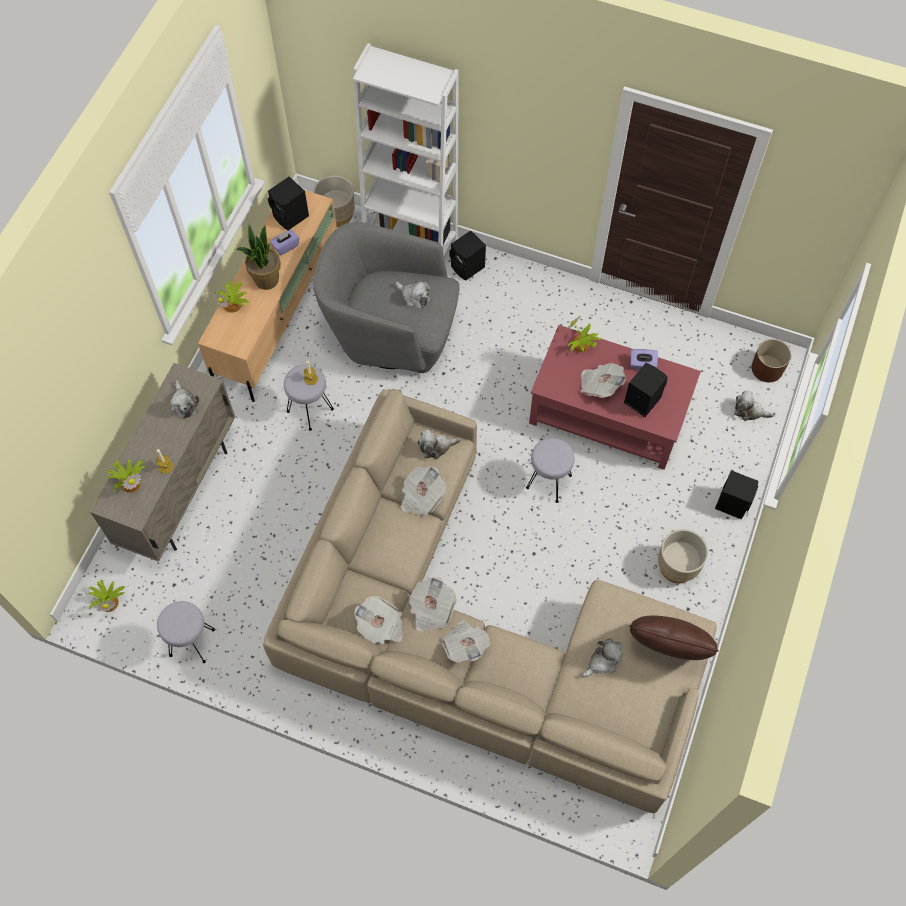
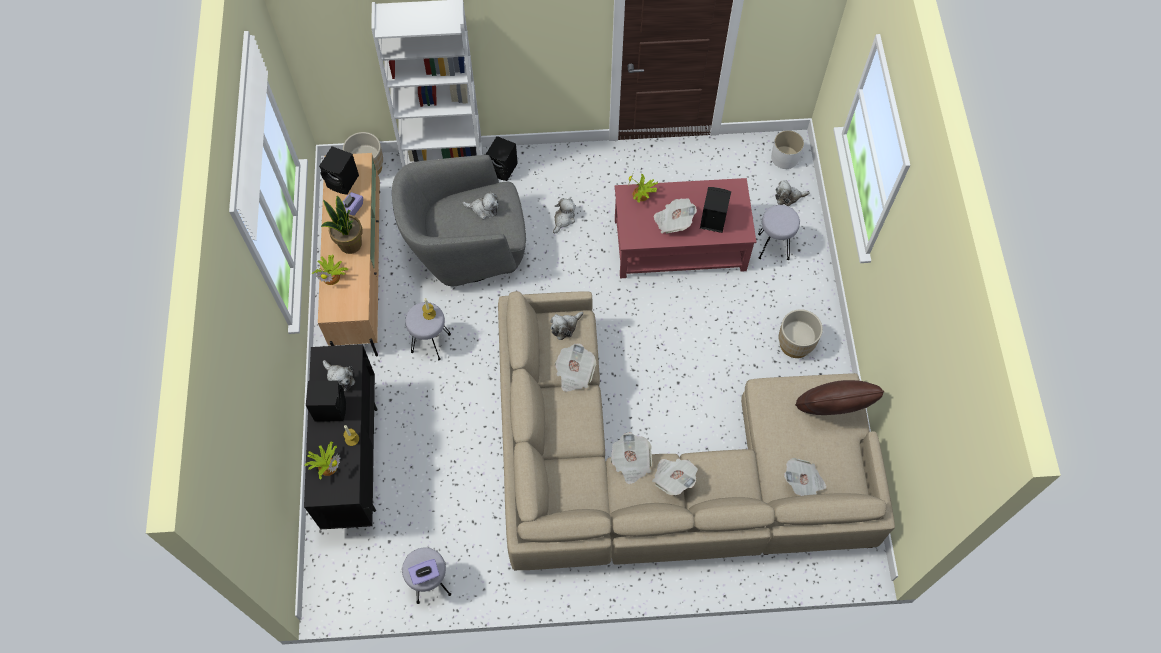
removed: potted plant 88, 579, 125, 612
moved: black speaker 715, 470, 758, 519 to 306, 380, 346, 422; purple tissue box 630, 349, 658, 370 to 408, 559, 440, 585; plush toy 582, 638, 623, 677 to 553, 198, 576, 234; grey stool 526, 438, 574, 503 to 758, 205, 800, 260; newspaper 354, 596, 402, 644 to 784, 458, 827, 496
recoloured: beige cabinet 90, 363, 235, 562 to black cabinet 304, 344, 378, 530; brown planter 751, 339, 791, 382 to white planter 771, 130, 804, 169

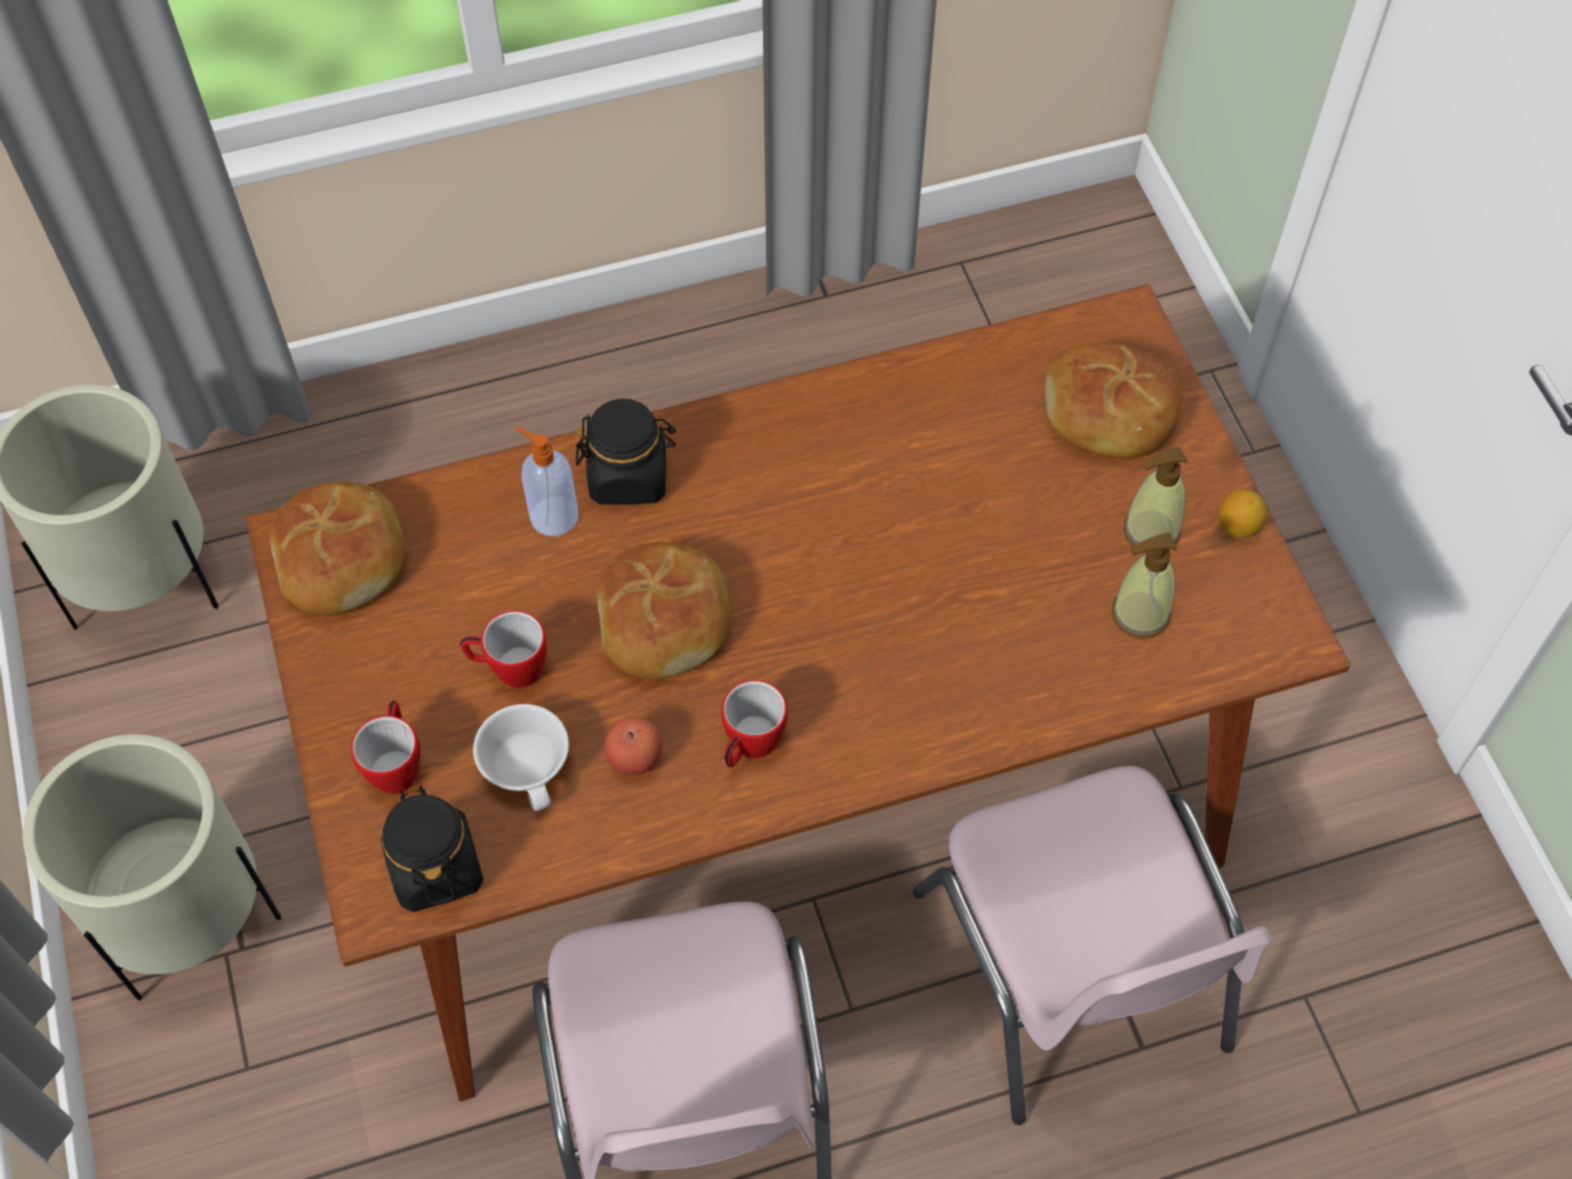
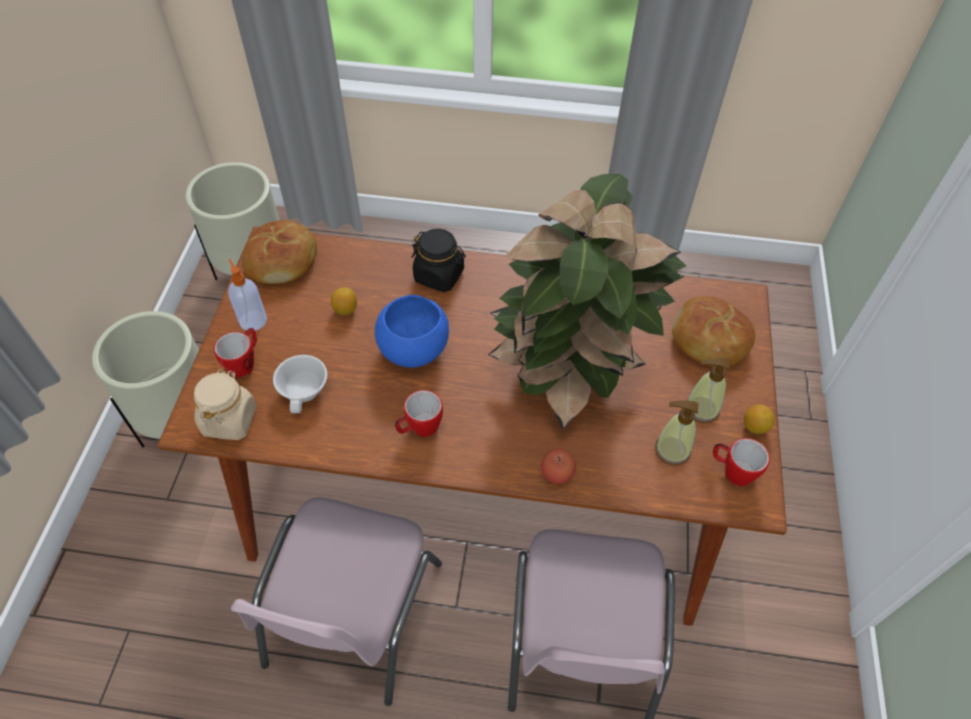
added: lemon 331, 288, 357, 315; potted plant 488, 174, 686, 429
moved: soap dispenser 515, 426, 578, 536 to 228, 259, 267, 331; apple 605, 717, 662, 775 to 541, 448, 576, 484; mug 460, 610, 547, 688 to 713, 438, 770, 486
replaced: bread 597, 542, 731, 679 to blue bowl 375, 295, 449, 368
recoloured: black jar 381, 785, 484, 912 to beige jar 194, 369, 256, 440

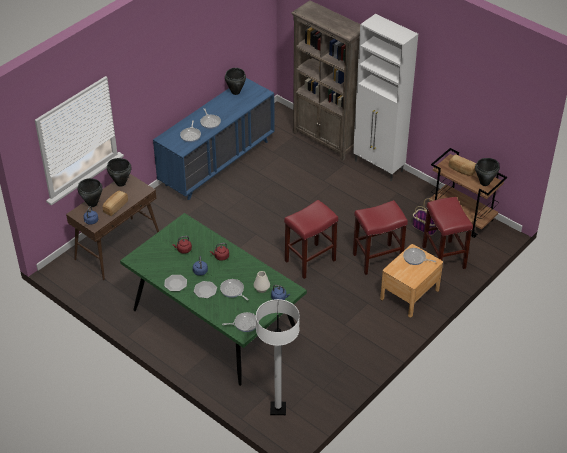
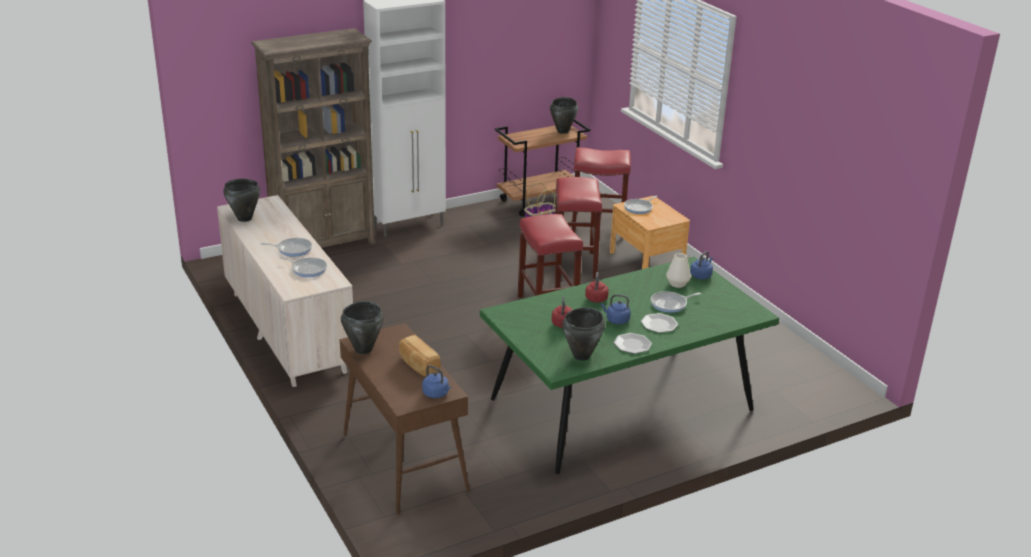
removed: frying pan 222, 312, 259, 332; white floor lamp 256, 299, 300, 415; bread 449, 154, 476, 176
moved: black cooking pot 78, 178, 103, 207 to 562, 307, 605, 361
recoloured: blue dresser 153, 78, 275, 200 to beige dresser 217, 195, 353, 387

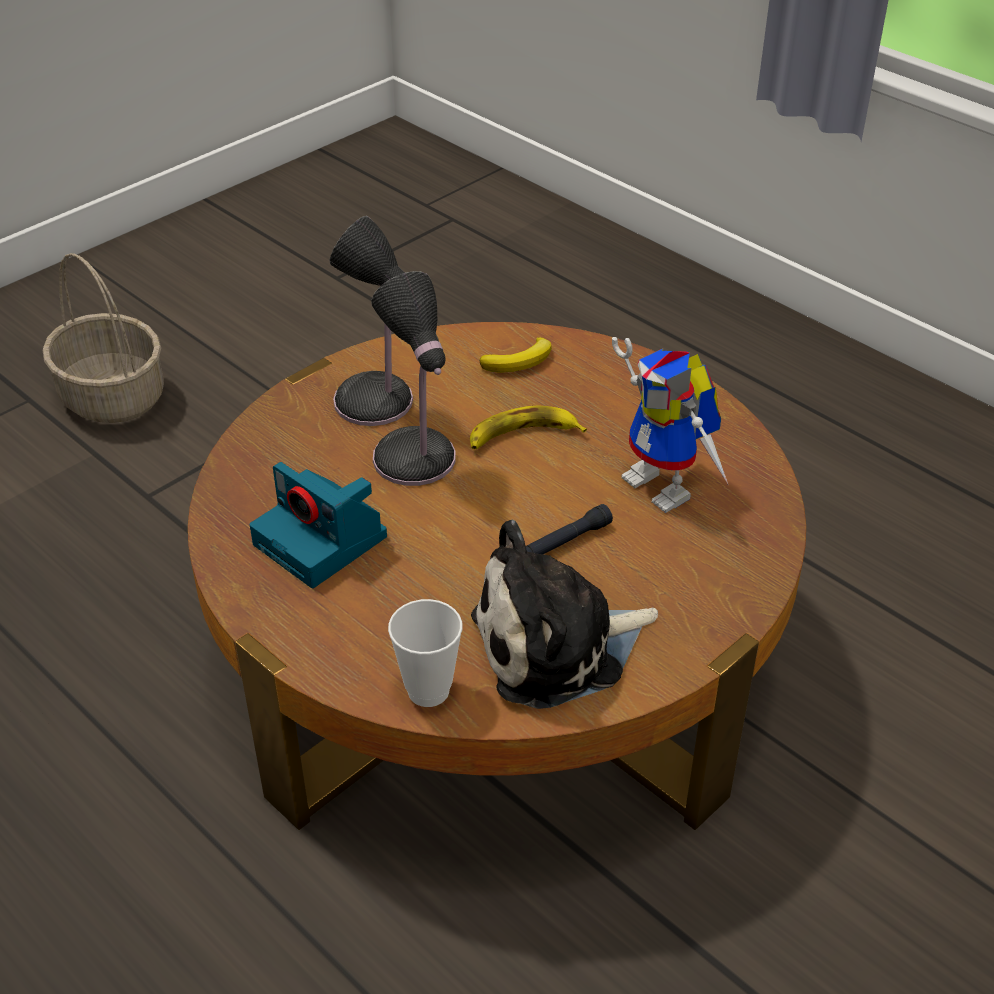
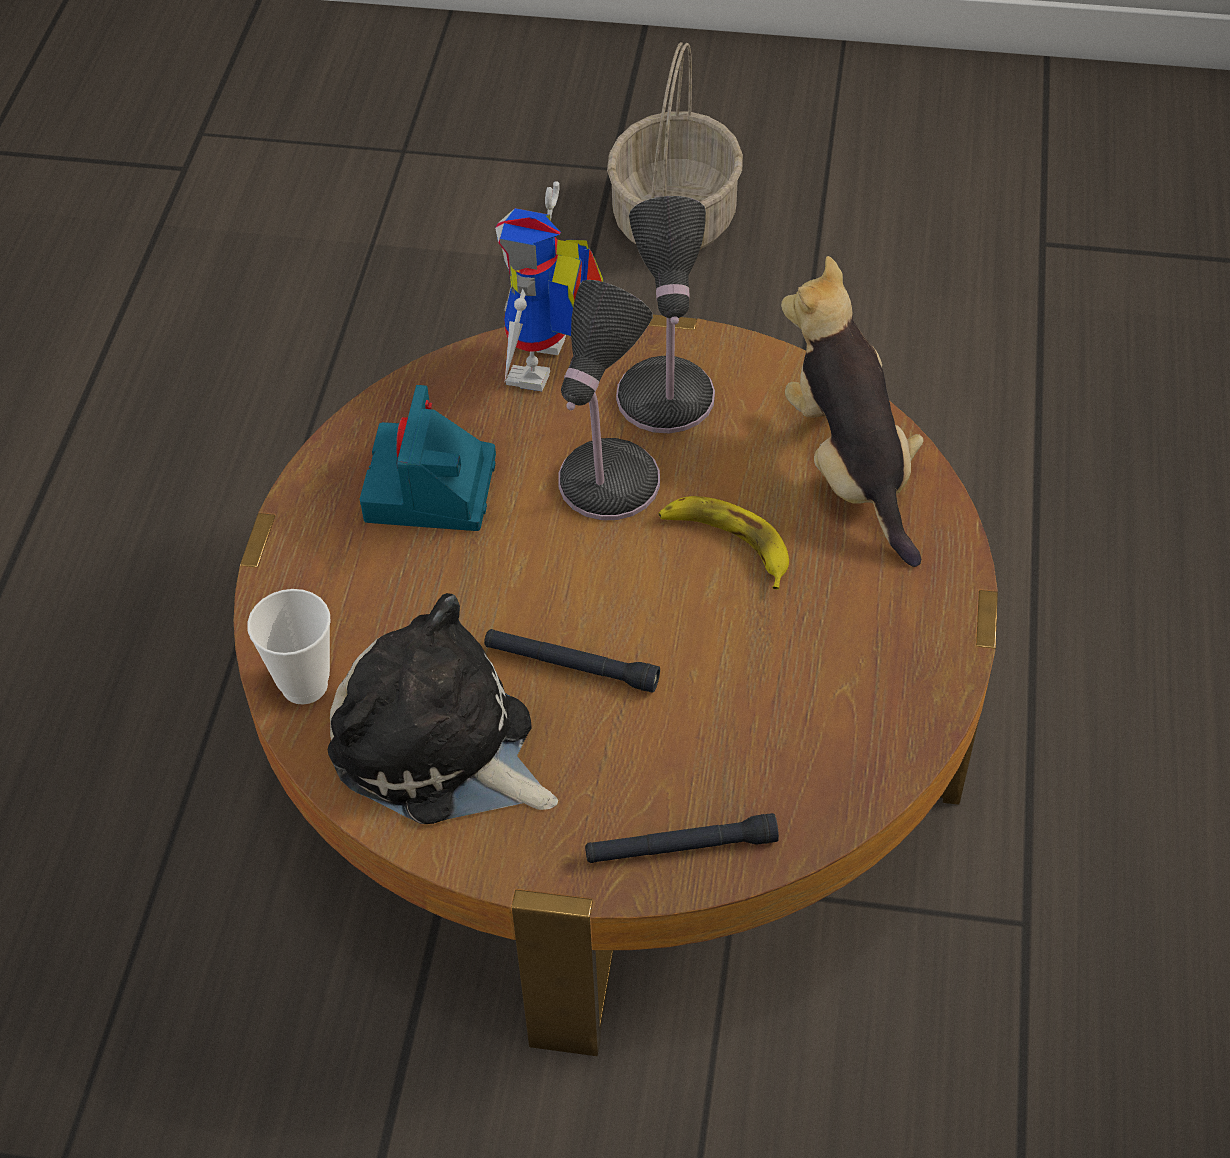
added: black flashlight 585, 813, 779, 863
moved: toy robot 612, 337, 728, 513 to 495, 181, 604, 391
replaced: banana 480, 337, 552, 373 to plush toy 781, 256, 923, 567

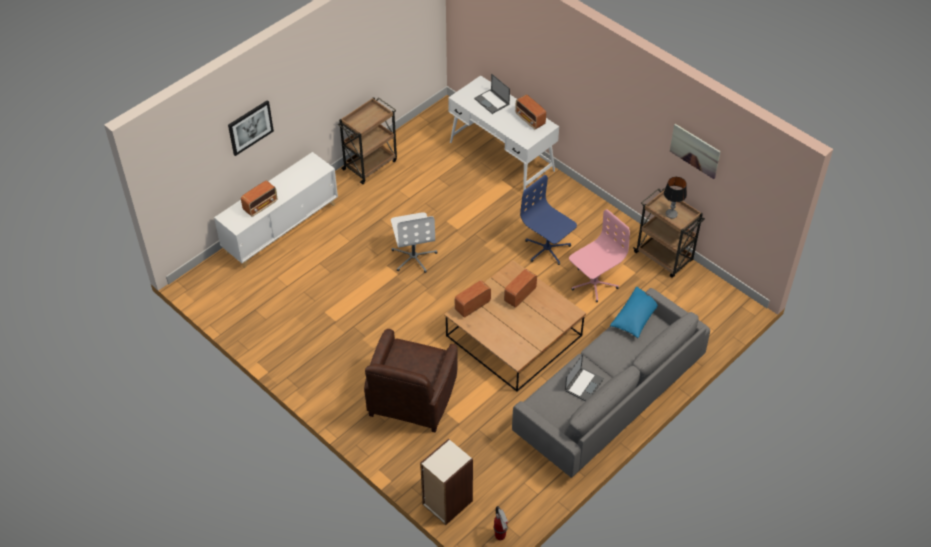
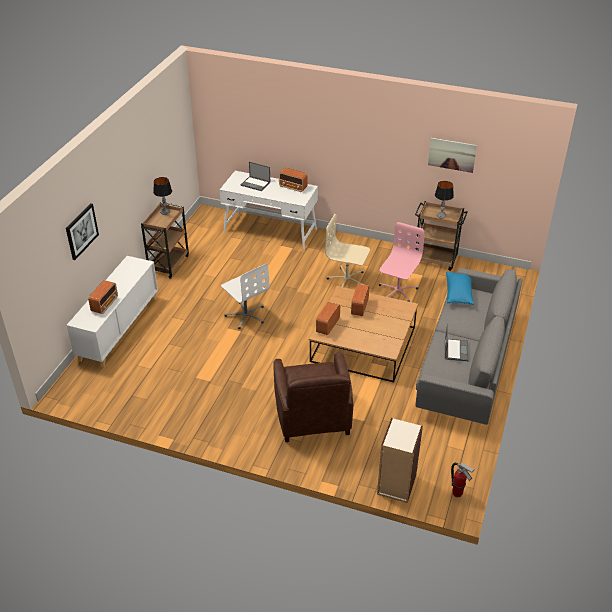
added: table lamp 153, 177, 172, 215
recoloured: blue office chair 520, 175, 577, 265 to beige office chair 325, 214, 370, 287

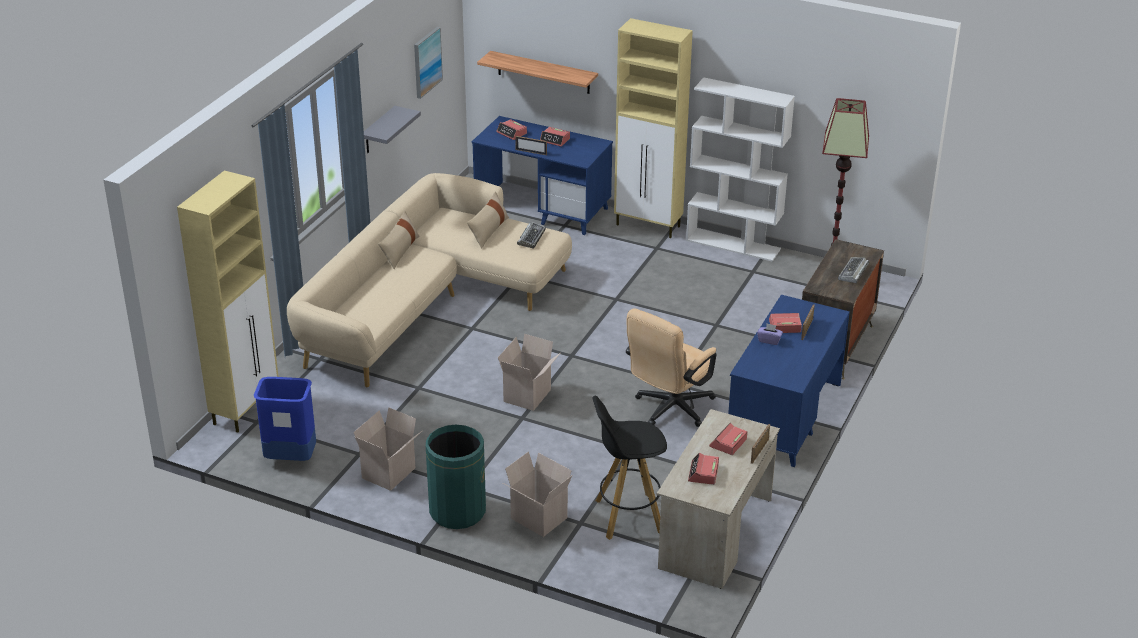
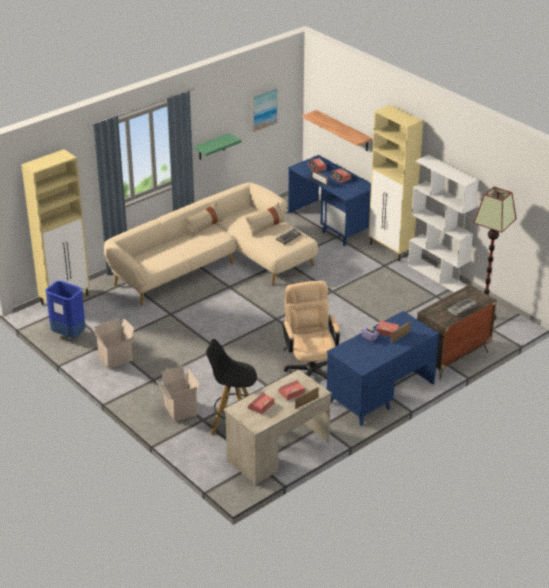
removed: green trash can 426, 425, 486, 529; cardboard box 498, 334, 560, 411
recoloured: grey shelf 364, 106, 421, 153 to green shelf 194, 133, 241, 160
turned: beige office chair 626, 309, 717, 427 = 282, 281, 340, 379 105 degrees clockwise

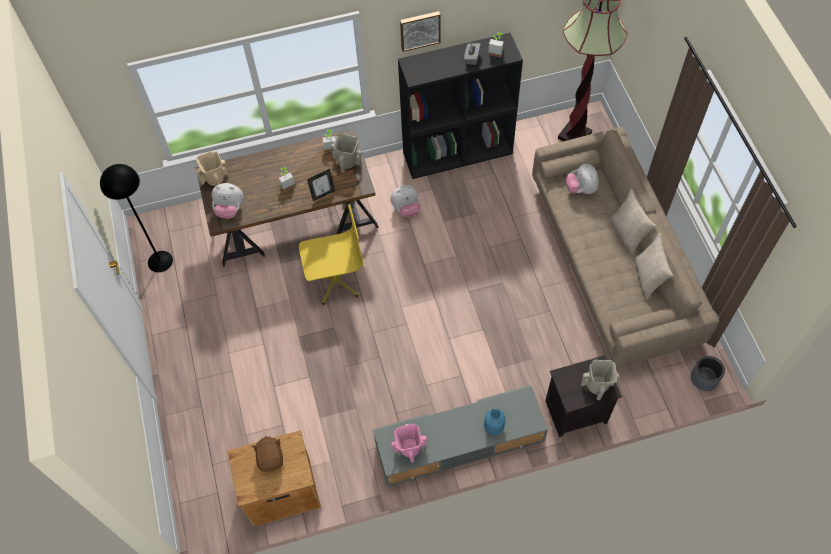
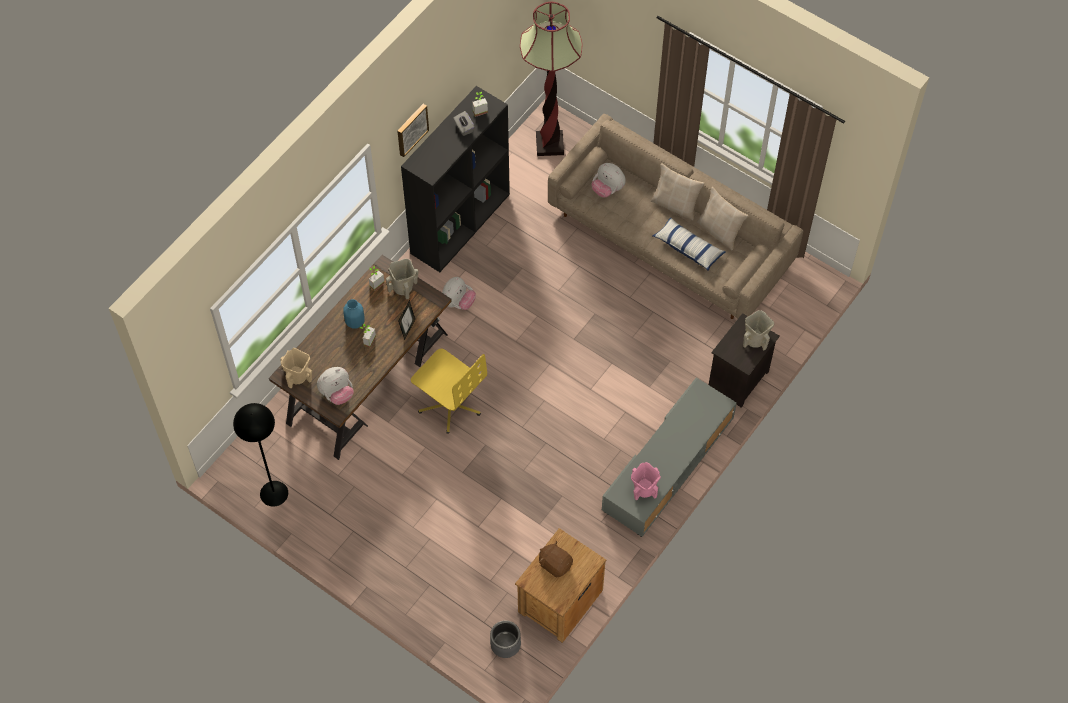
added: pillow 653, 217, 725, 271
moved: blue vase 484, 409, 505, 435 to 343, 299, 365, 329; grey planter 691, 356, 725, 391 to 490, 620, 521, 658
turned: yellow office chair 299, 204, 363, 305 = 411, 349, 487, 434 90 degrees clockwise

